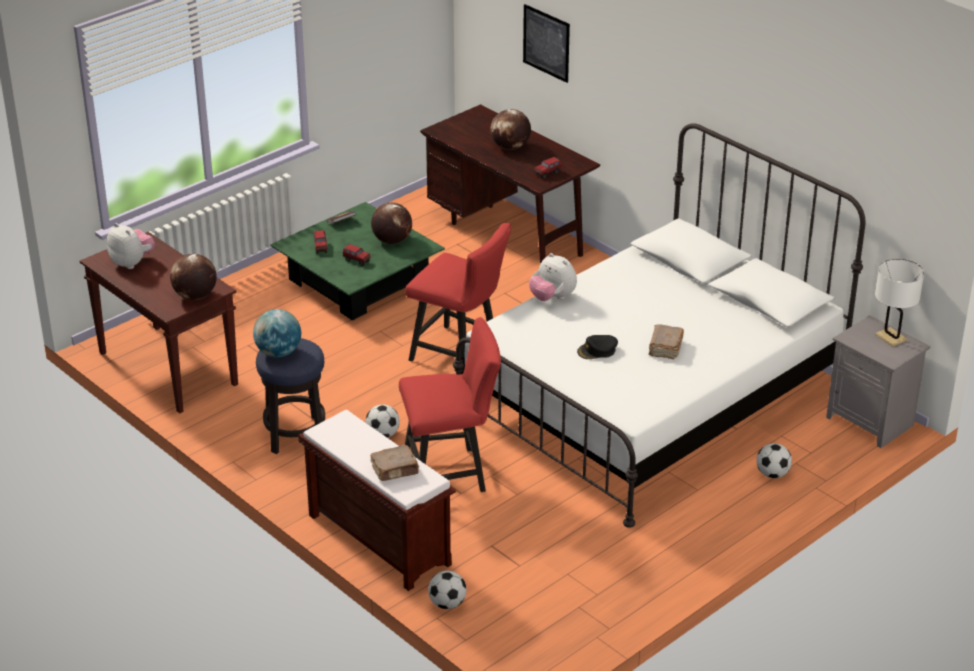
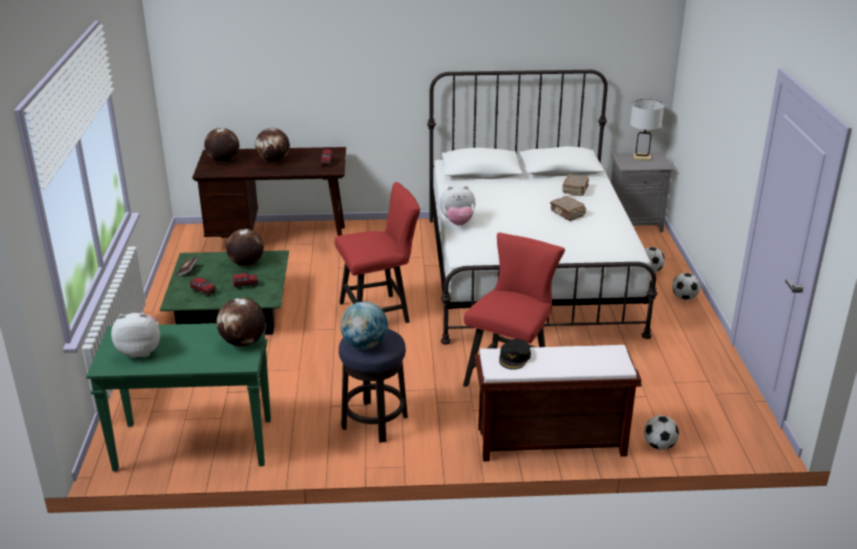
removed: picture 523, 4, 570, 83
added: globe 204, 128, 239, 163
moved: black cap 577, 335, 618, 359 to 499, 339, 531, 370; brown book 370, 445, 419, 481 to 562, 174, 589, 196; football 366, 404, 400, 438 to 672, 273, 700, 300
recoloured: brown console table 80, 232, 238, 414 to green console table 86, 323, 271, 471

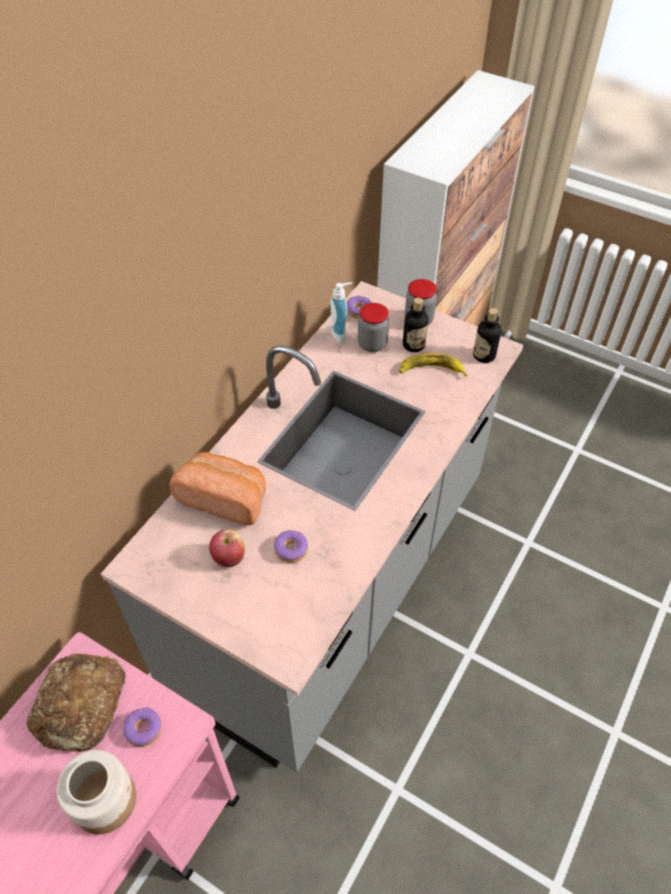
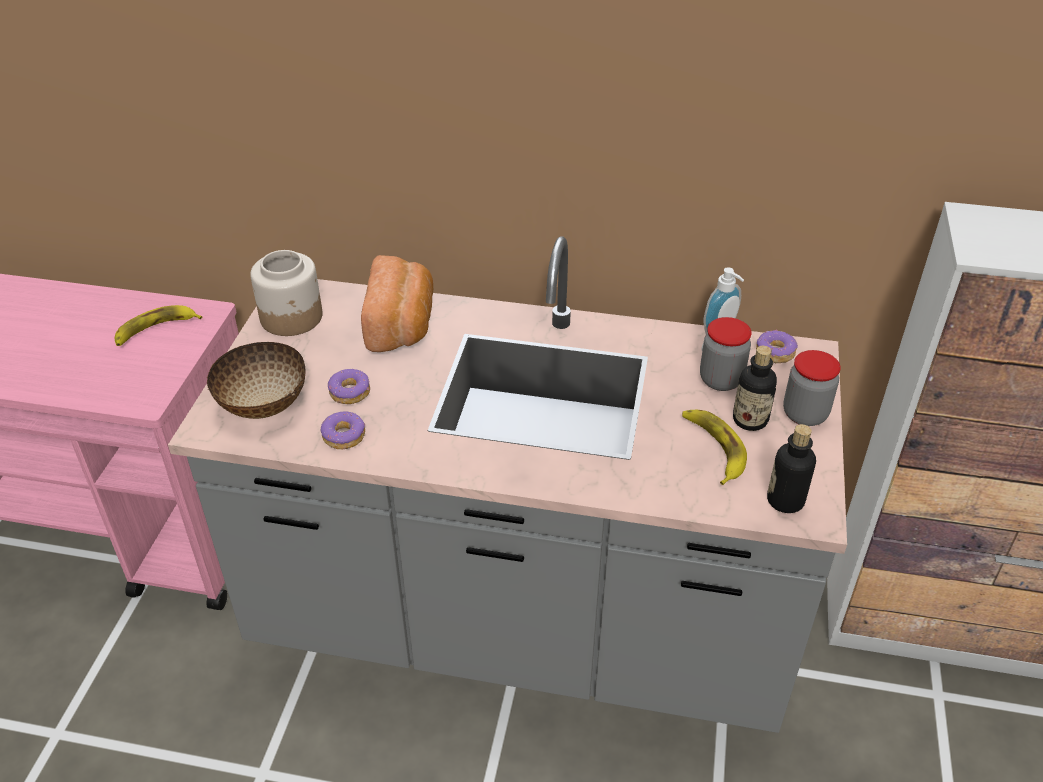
removed: apple 209, 529, 245, 567
added: bowl 207, 342, 306, 419
moved: jar 57, 750, 136, 834 to 250, 250, 322, 336; donut 123, 707, 162, 747 to 321, 412, 366, 449
replaced: bread 27, 654, 126, 752 to banana 114, 305, 202, 346

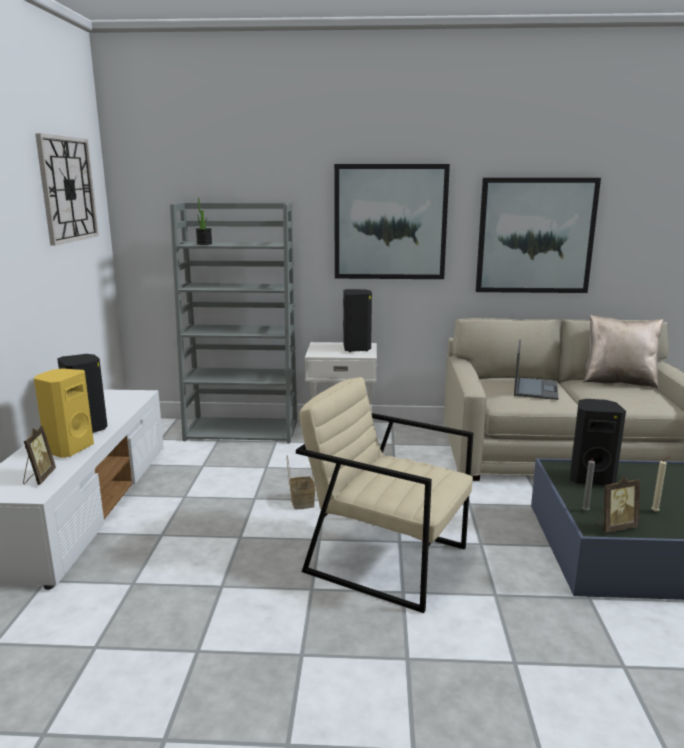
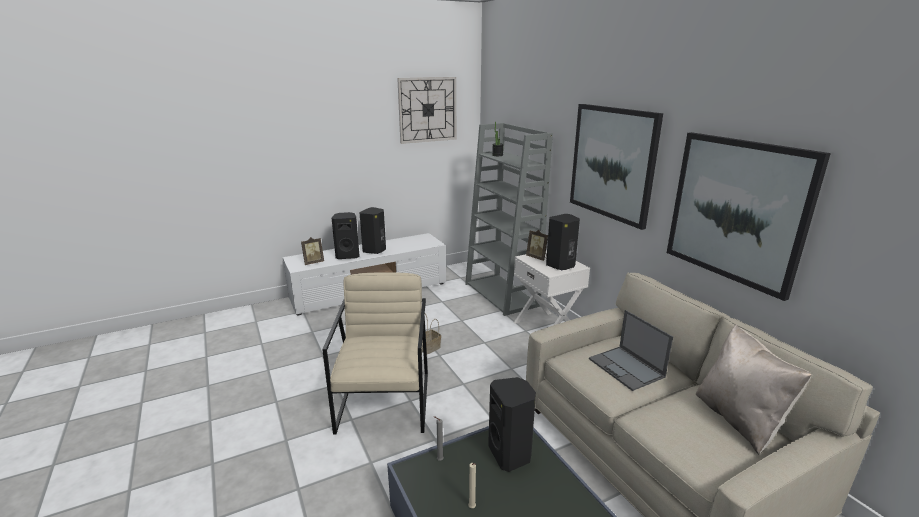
moved: picture frame 596, 477, 640, 533 to 526, 230, 548, 261
recoloured: yellow speaker 34, 368, 94, 458 to black speaker 331, 212, 360, 259
turned: laptop 514, 340, 558, 400 = 589, 310, 673, 391 75 degrees clockwise

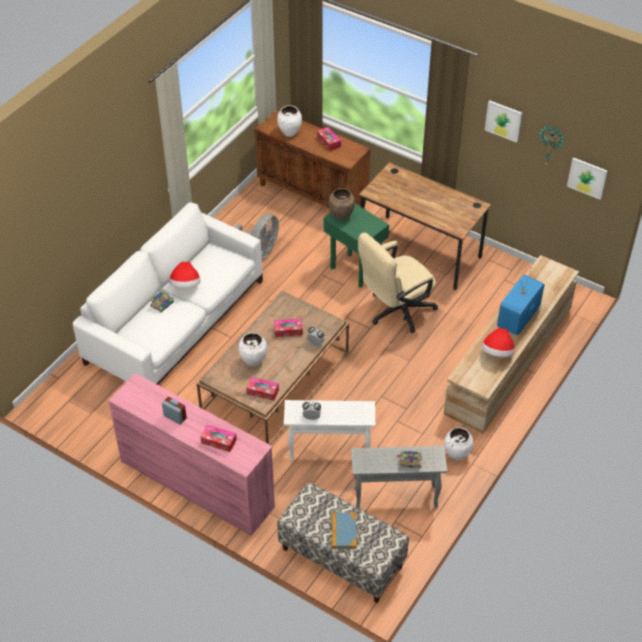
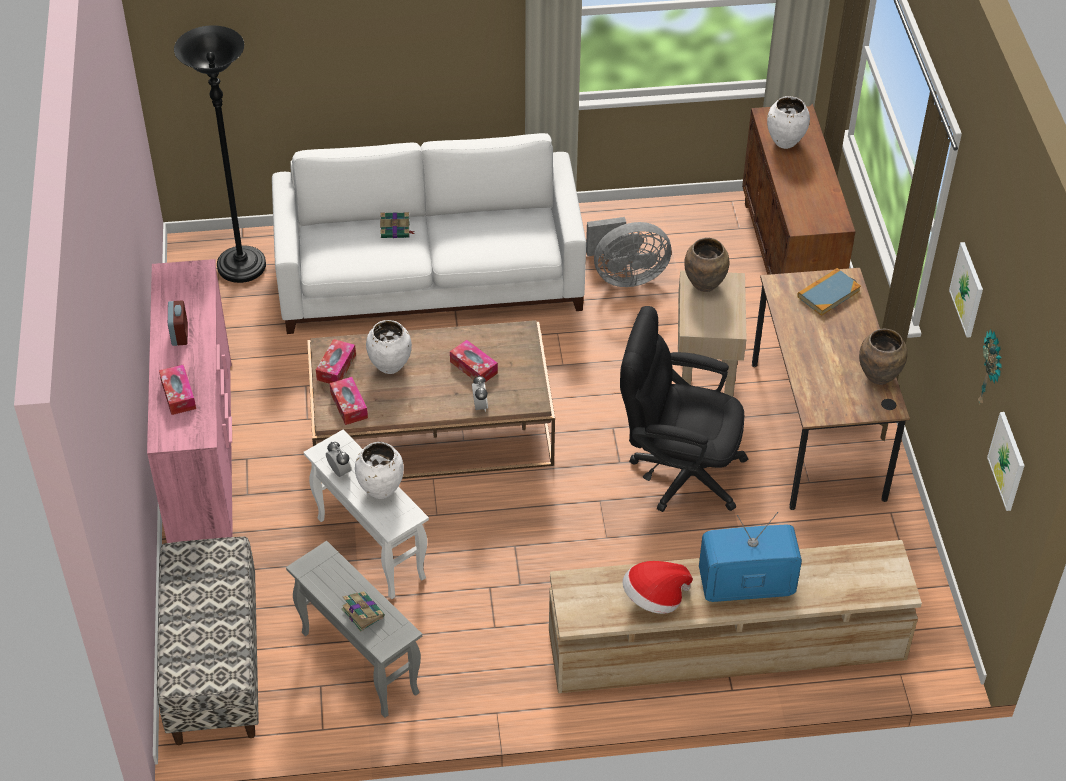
removed: hat 169, 262, 200, 288
added: black floor lamp 174, 25, 266, 283; brown vase 859, 329, 907, 385
moved: tissue box 317, 127, 341, 151 to 316, 339, 356, 384; white vase 444, 427, 473, 461 to 355, 442, 404, 499; book 332, 513, 357, 549 to 797, 268, 861, 316
recoloured: beige office chair 358, 233, 438, 333 to black office chair 620, 306, 748, 512; green side table 323, 204, 389, 288 to beige side table 678, 270, 747, 397

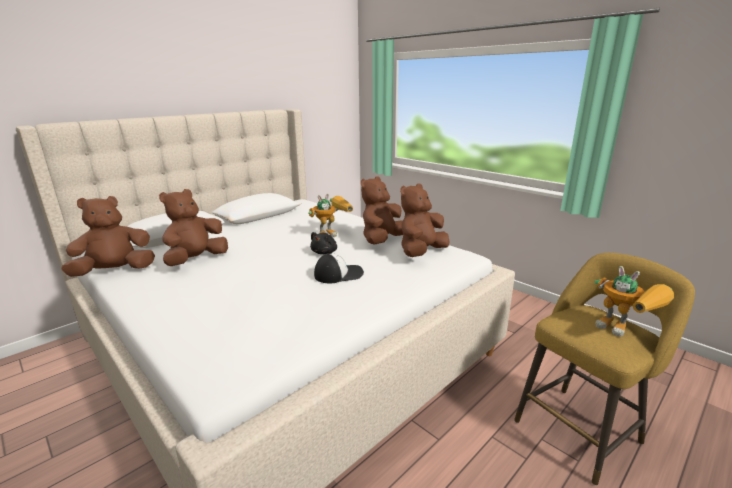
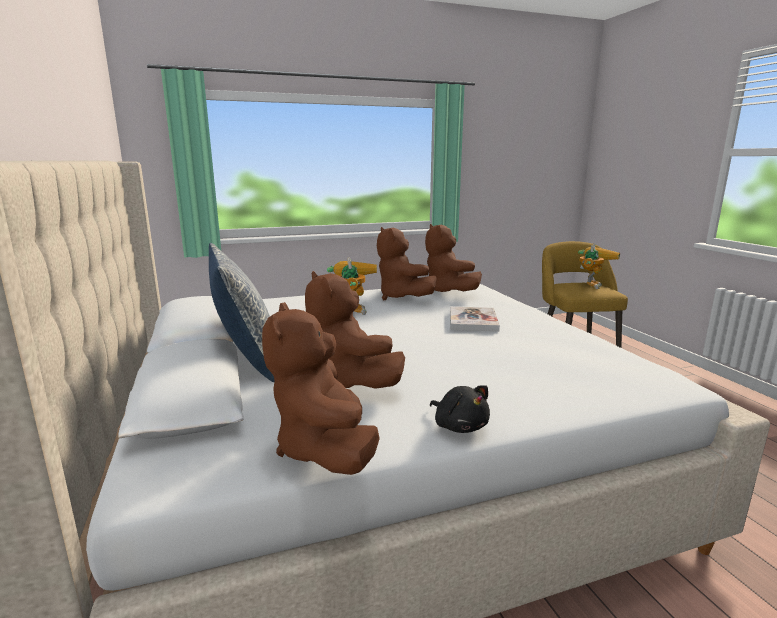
added: pillow 209, 243, 275, 382
moved: black plush toy 310, 232, 337, 254 to 430, 385, 490, 433
replaced: cap 314, 253, 364, 283 to book 450, 306, 500, 332
turned: toy robot 594, 266, 674, 337 = 578, 244, 620, 289 45 degrees counterclockwise

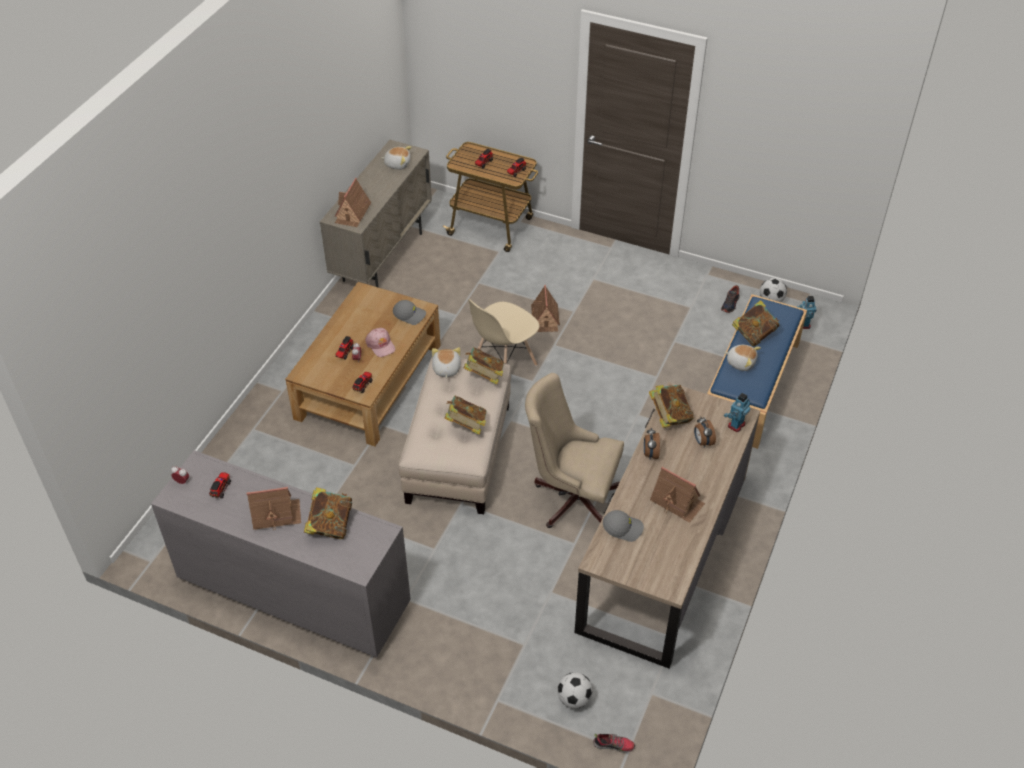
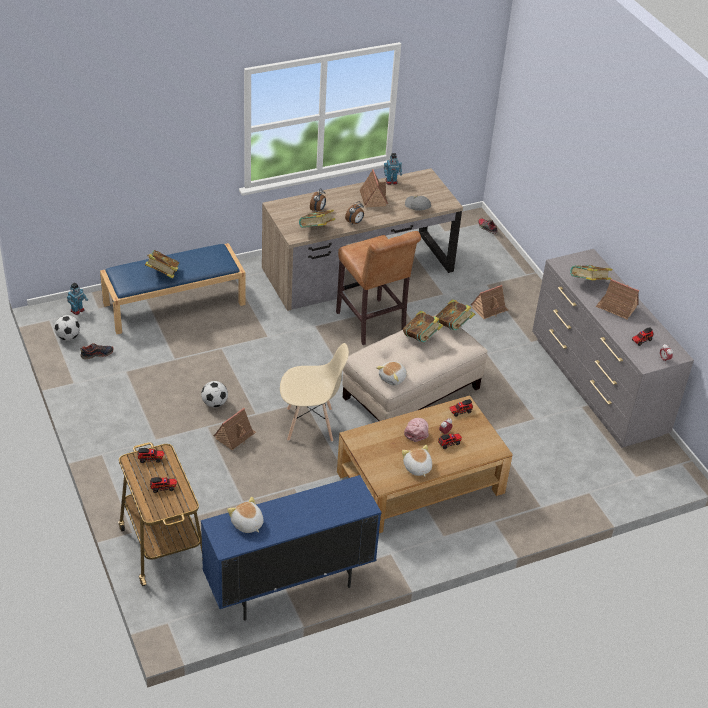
removed: grey cap 393, 300, 426, 325
moved: football 557, 672, 593, 709 to 201, 381, 228, 407; toy robot 724, 393, 750, 432 to 384, 153, 402, 185; plush toy 724, 345, 761, 371 to 402, 445, 432, 477; book 464, 347, 504, 385 to 435, 299, 475, 331; toy house 335, 178, 371, 227 to 471, 285, 508, 319
replaced: beige office chair 525, 373, 624, 528 to brown stool 336, 231, 421, 345
recoloured: beige cabinet 320, 140, 432, 288 to blue cabinet 201, 475, 381, 621

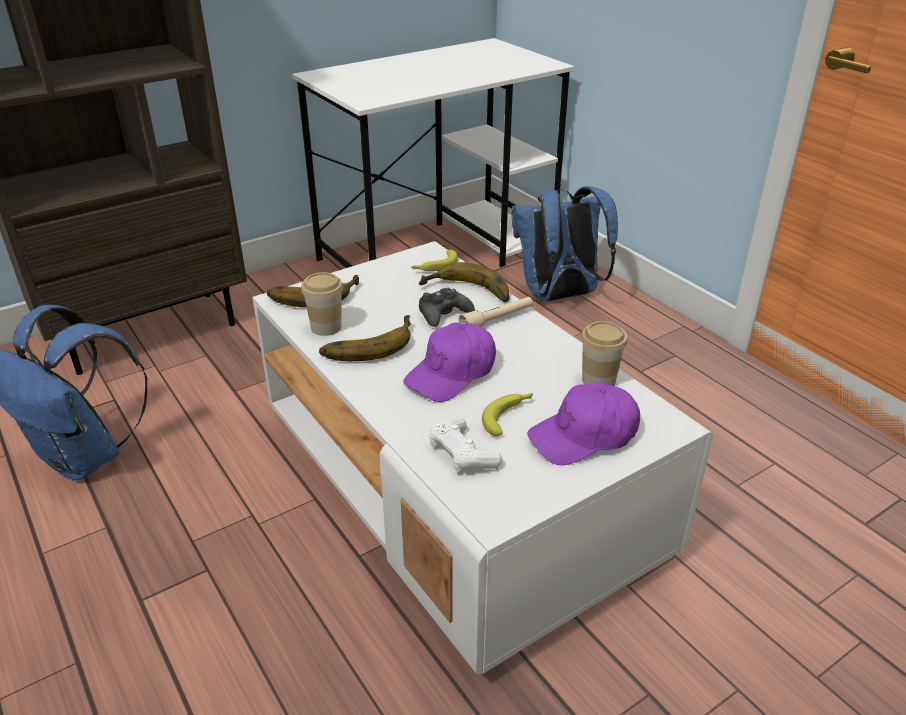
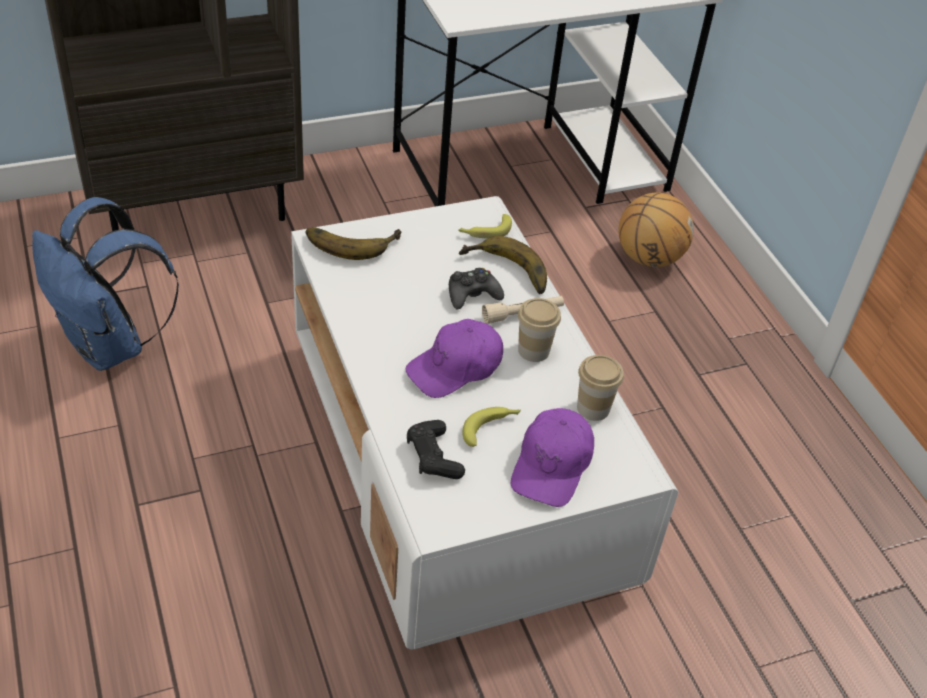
removed: banana 319, 315, 411, 361
moved: cup 301, 272, 343, 336 to 518, 298, 561, 362
replaced: blue backpack 512, 186, 618, 302 to basketball 619, 193, 694, 267
recoloured: white game controller 429, 417, 502, 471 to black game controller 407, 420, 465, 479
turned: purple cap 527, 382, 640, 465 = 511, 408, 594, 507 60 degrees counterclockwise

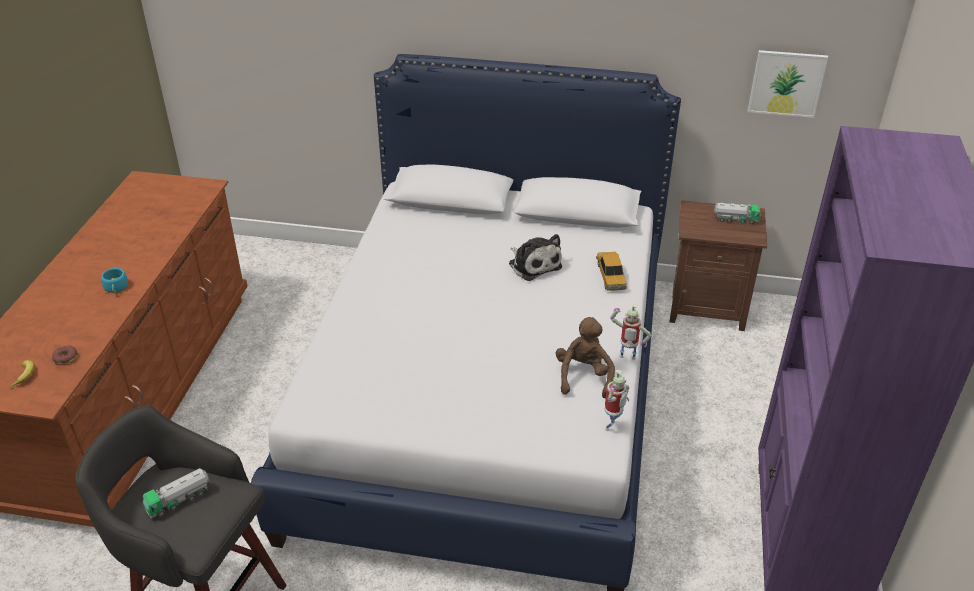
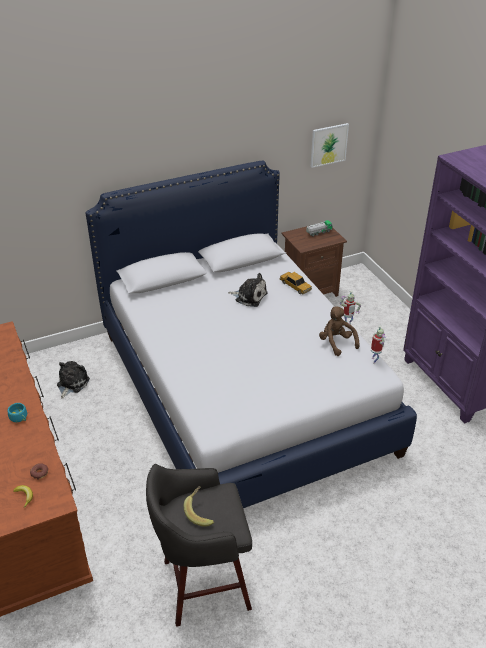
added: plush toy 57, 361, 90, 399
replaced: toy truck 143, 468, 210, 518 to banana 184, 486, 214, 527

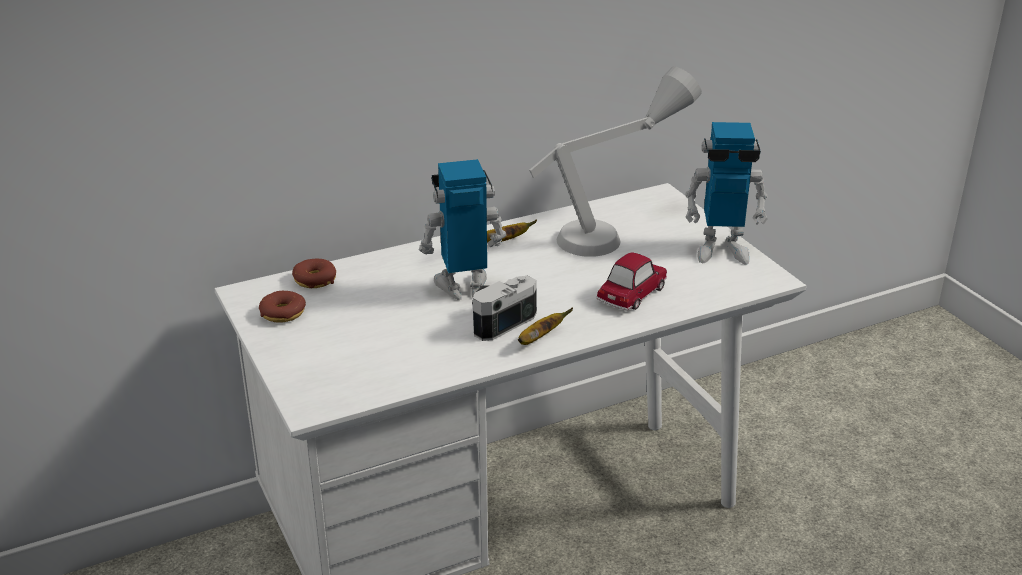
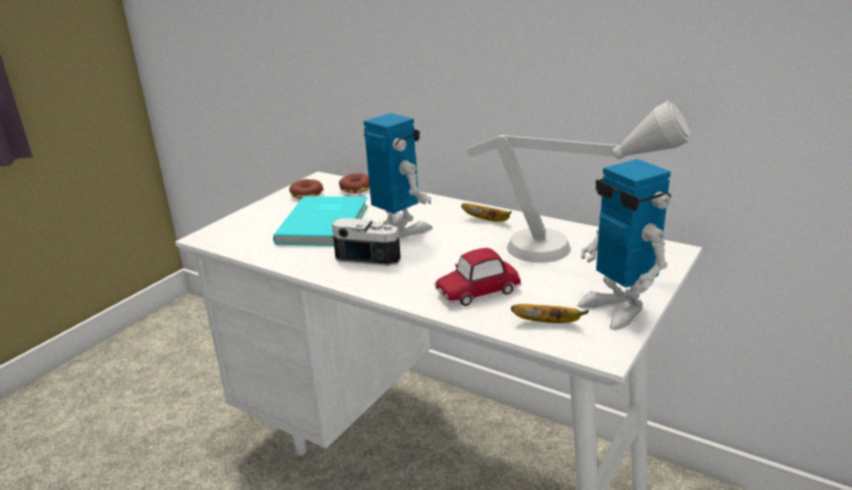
added: turquoise book 273, 196, 368, 246
moved: banana 518, 307, 573, 345 to 511, 304, 589, 323
turned: toy car 596, 252, 667, 311 = 435, 248, 522, 306 150 degrees clockwise

